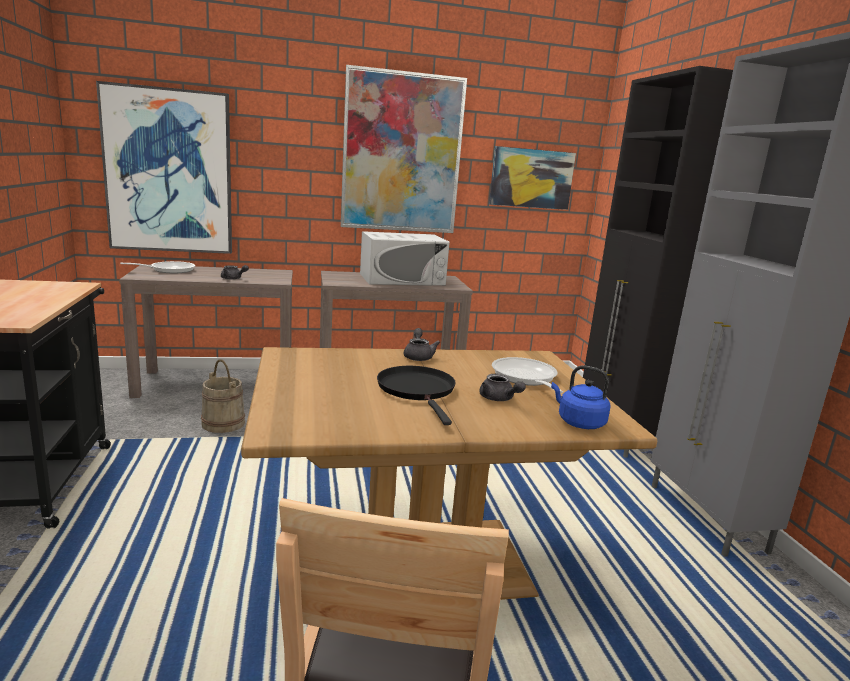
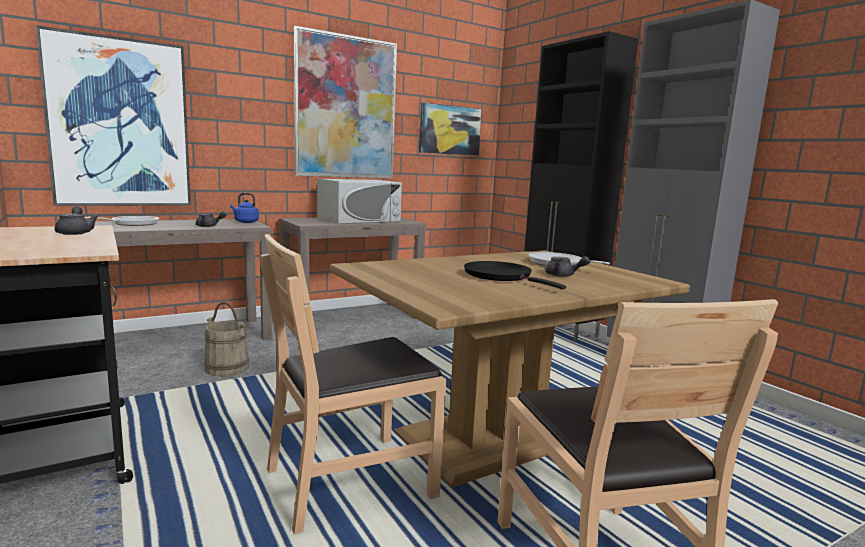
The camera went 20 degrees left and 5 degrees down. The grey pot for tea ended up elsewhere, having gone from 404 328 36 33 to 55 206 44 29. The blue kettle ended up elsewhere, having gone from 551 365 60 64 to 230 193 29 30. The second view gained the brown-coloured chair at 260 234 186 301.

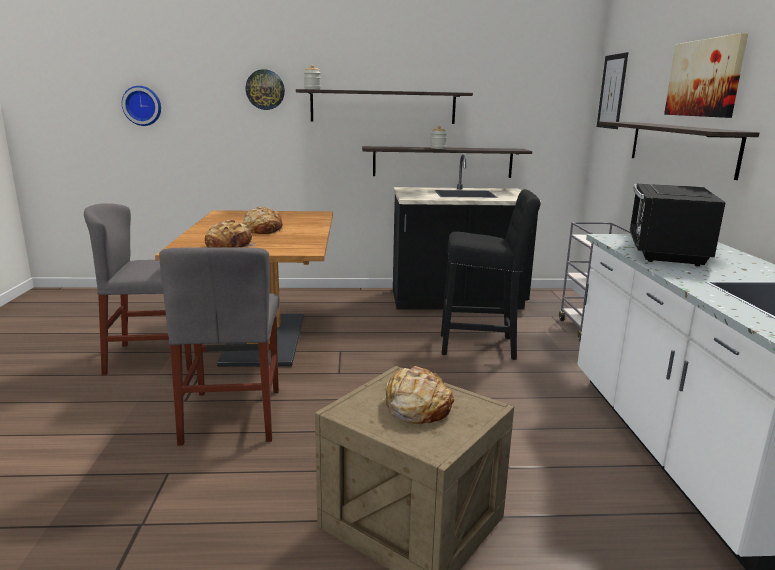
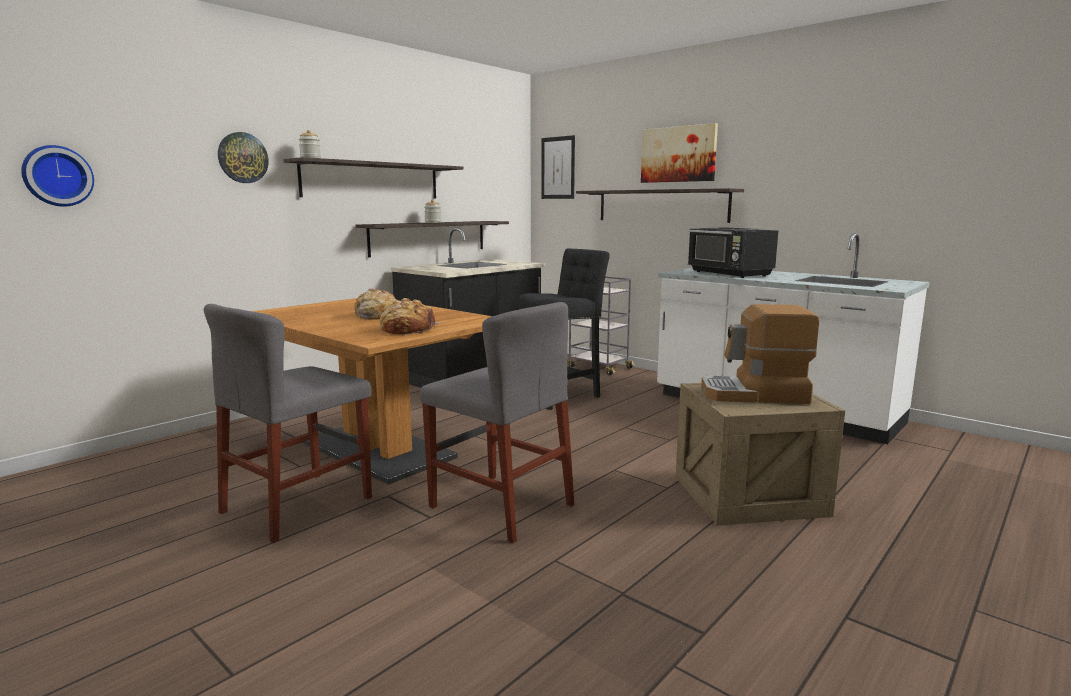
The camera went 45 degrees left and 5 degrees down. Where the bread stood at 383 366 71 58, the coffee brewer came to stand at 701 304 118 100.

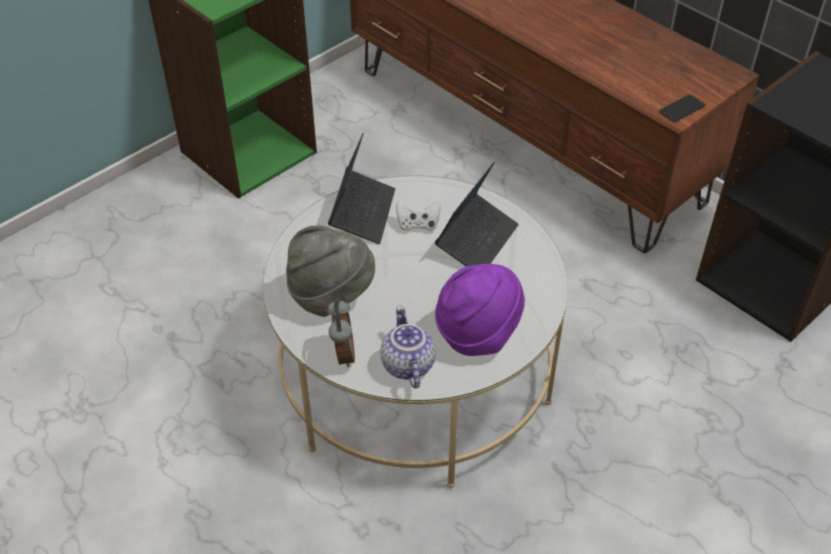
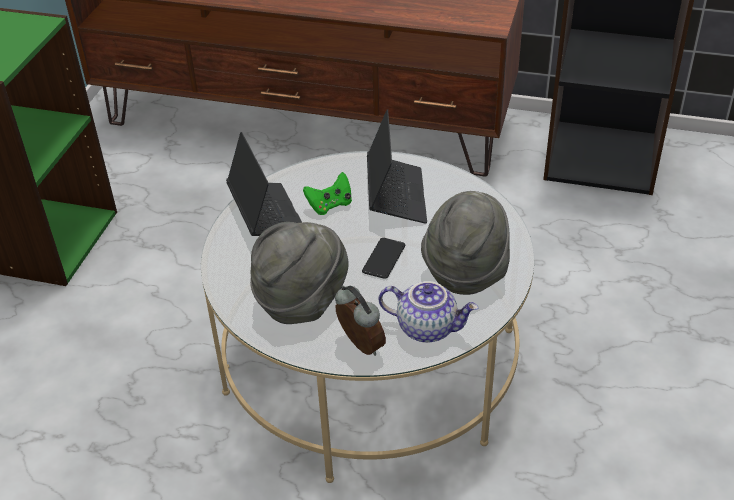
The camera went 30 degrees left and 5 degrees down. The telephone ended up elsewhere, having gone from 659 94 46 28 to 362 238 43 41. What was the whitish joypad at 396 201 45 30 turned into the green-coloured joypad at 303 172 49 43. What was the purplish clothing hat at 435 264 90 92 turned into the grey clothing hat at 421 191 89 104. The pot for tea at 381 306 55 83 ended up facing another way, 150 degrees clockwise from before.

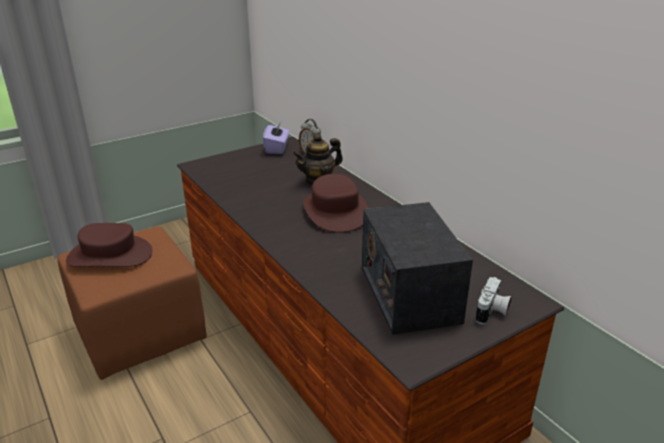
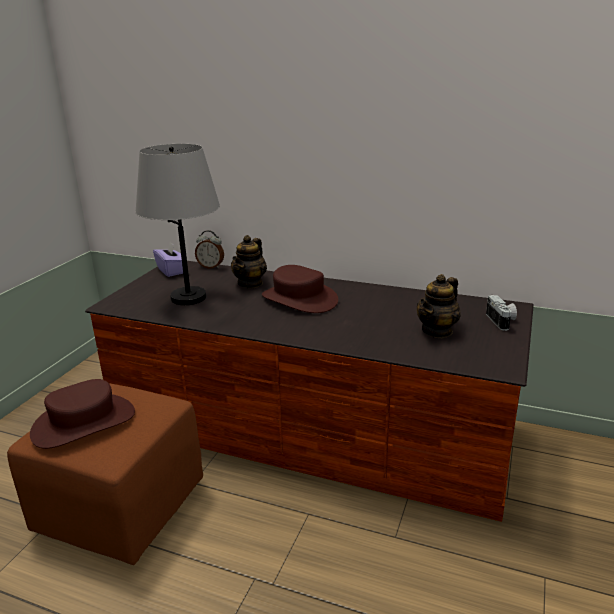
The camera went 35 degrees left and 5 degrees down. Where the radio set stood at 362 202 111 133, the pot for tea came to stand at 417 274 44 65. The second view gained the grey table lamp at 135 144 85 161.

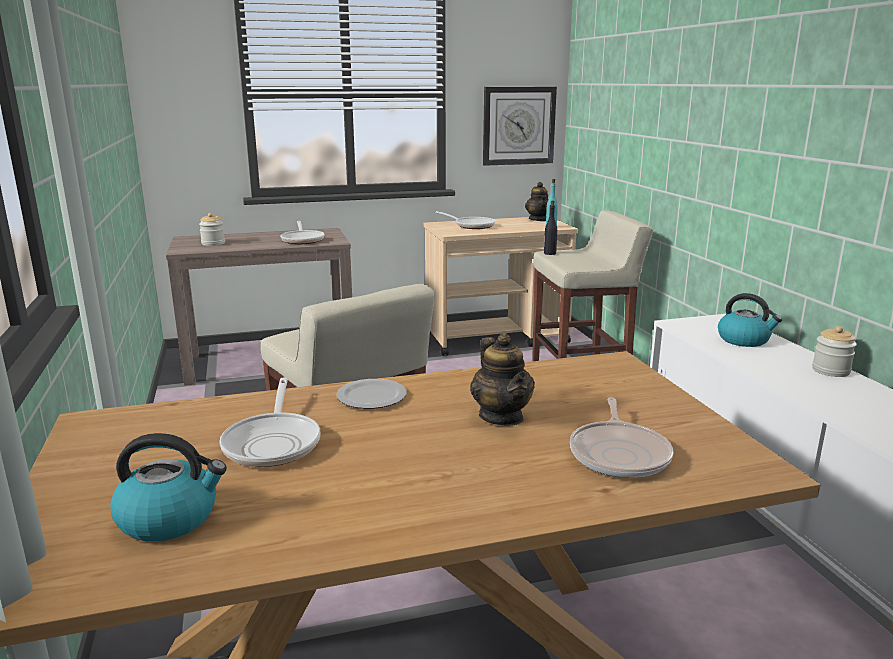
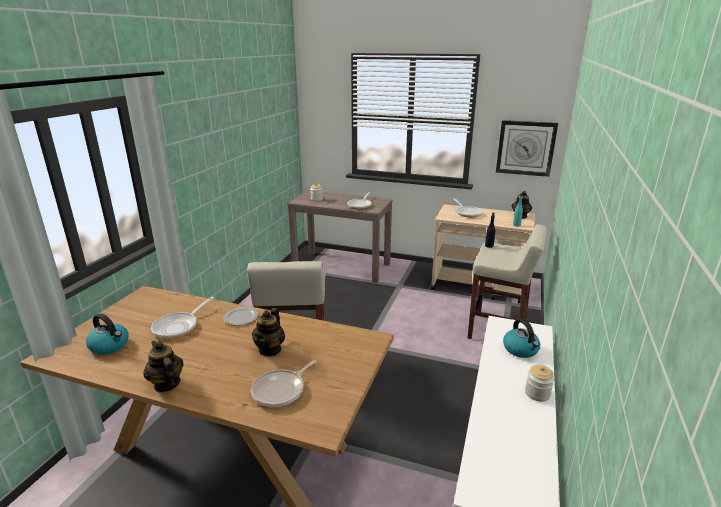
The camera went 35 degrees right and 5 degrees up. The second view gained the pot for tea at 144 341 39 51.

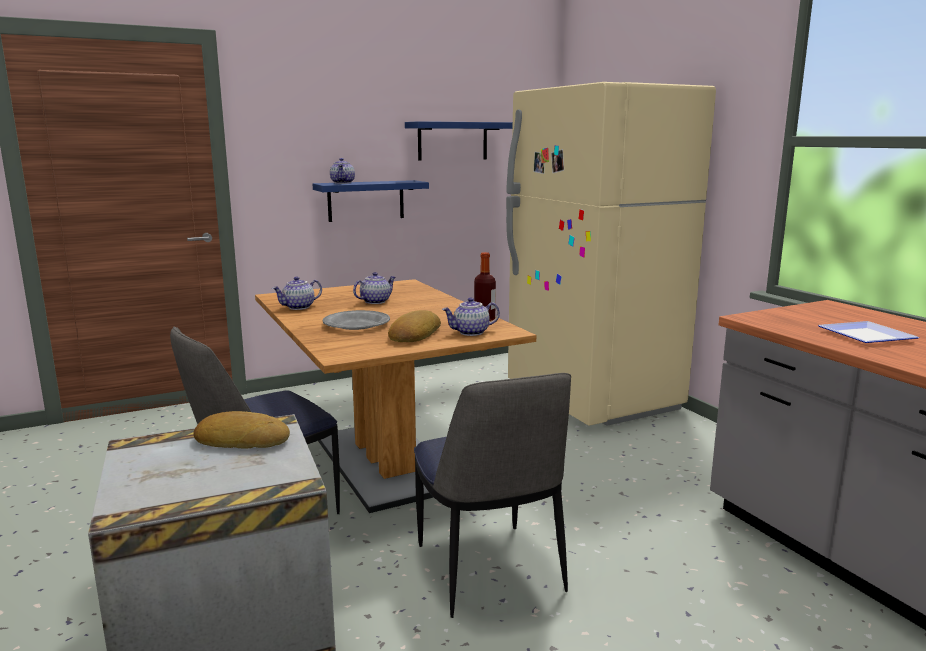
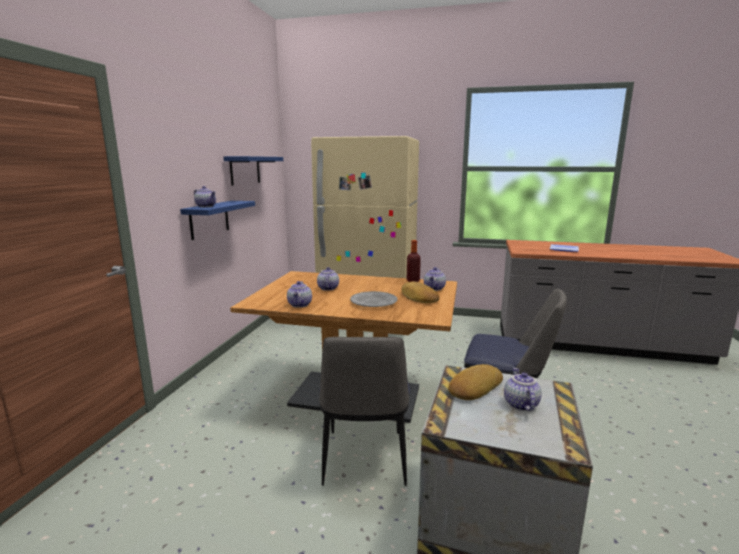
The camera went 50 degrees left and 0 degrees up. The second view gained the pot for tea at 504 368 38 43.

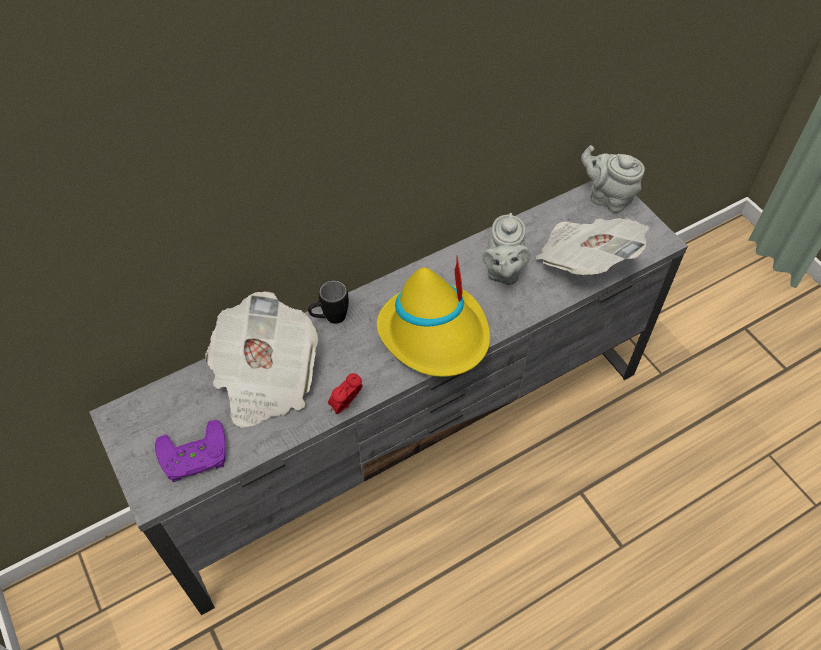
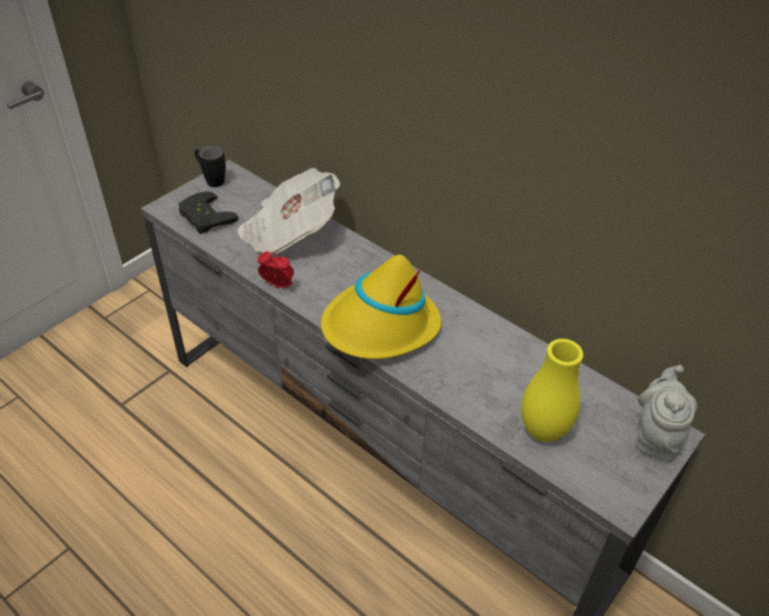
The camera went 70 degrees right and 10 degrees down. The second view lost the grey pot for tea at 482 213 48 72. Where the daily paper stood at 535 218 114 57, the yellow decorative vase came to stand at 521 339 62 103. The black coffee mug ended up elsewhere, having gone from 308 280 41 44 to 195 146 31 41. What was the purplish joypad at 155 420 71 62 turned into the black joypad at 179 192 59 42.

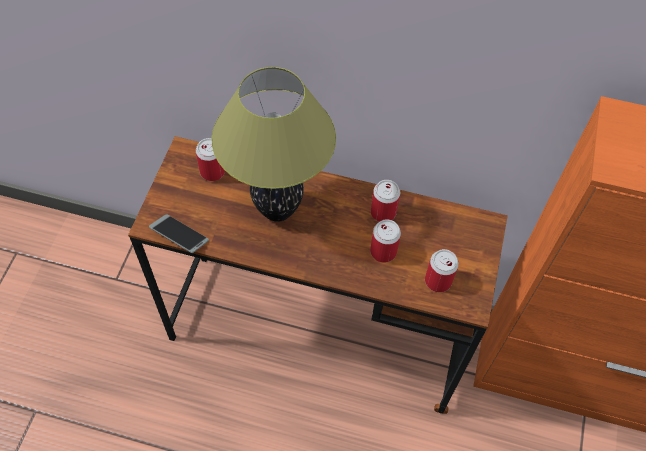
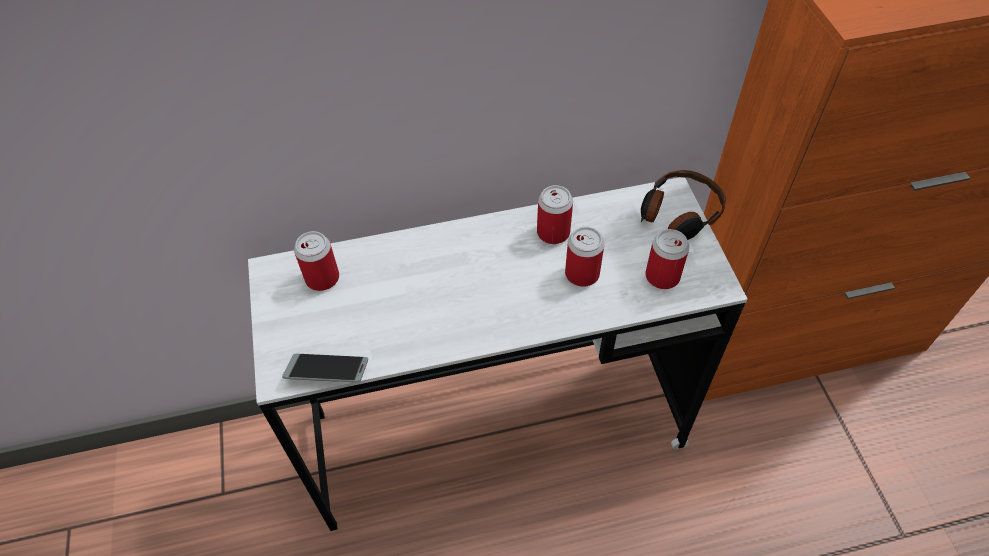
The camera went 25 degrees left and 5 degrees down. The second view lost the table lamp at 212 67 124 155. What was the brown-coloured desk table at 128 136 380 278 turned into the whitish desk table at 248 177 500 354. The second view gained the headset at 641 170 85 70.

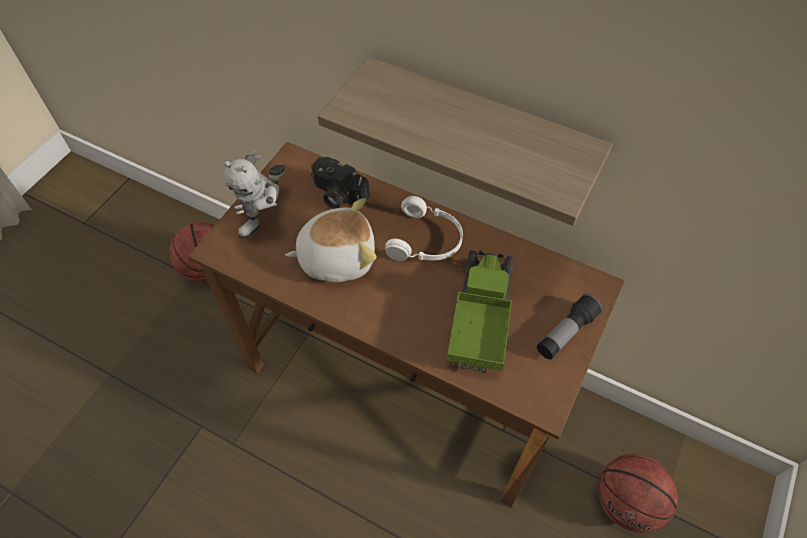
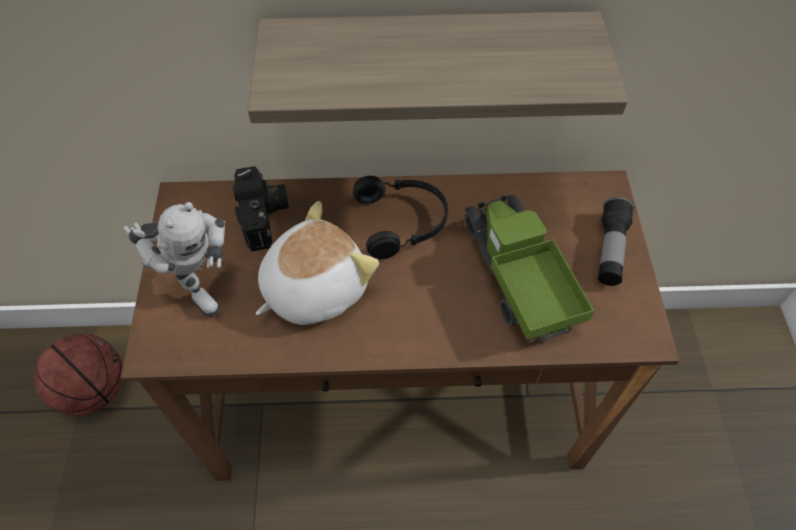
The camera went 30 degrees left and 0 degrees up. The toy robot at 224 150 61 89 ended up facing another way, 45 degrees counterclockwise from before. The photo camera at 311 157 59 52 ended up facing another way, 105 degrees counterclockwise from before. What was the whitish headset at 385 196 78 65 turned into the black headset at 353 176 95 83. The second view lost the basketball ball at 598 454 80 79.

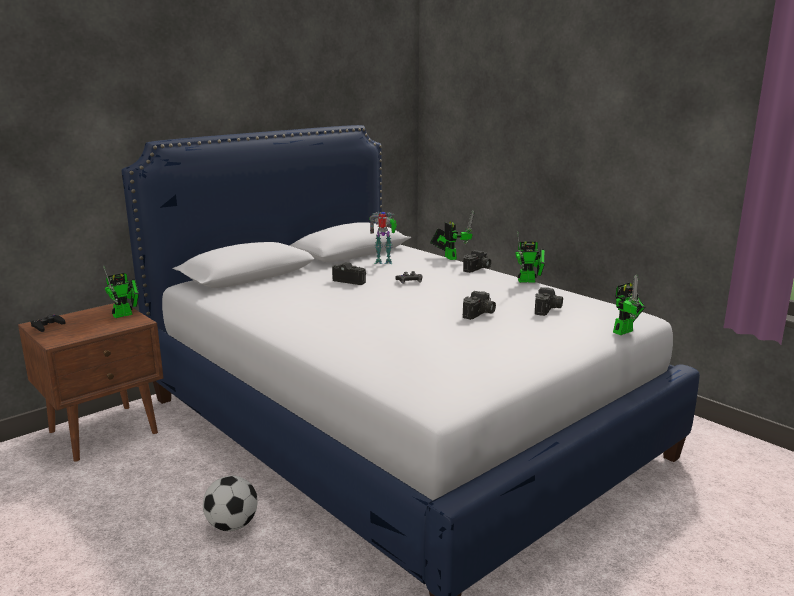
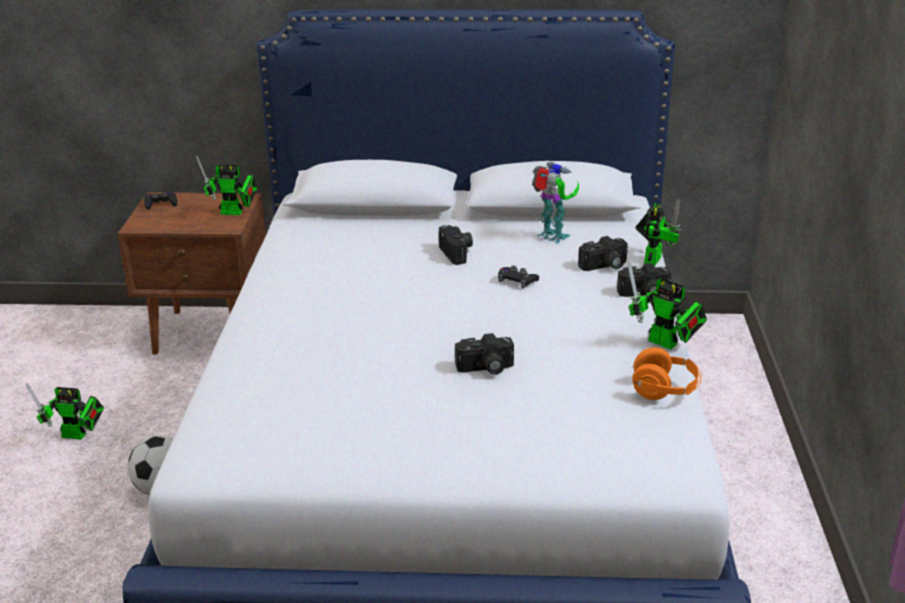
The camera went 45 degrees right and 10 degrees up. The toy robot ended up elsewhere, having gone from 613 274 32 61 to 26 384 78 56. The photo camera ended up elsewhere, having gone from 535 287 28 29 to 578 236 50 35. The second view gained the orange-coloured headset at 632 347 70 53.

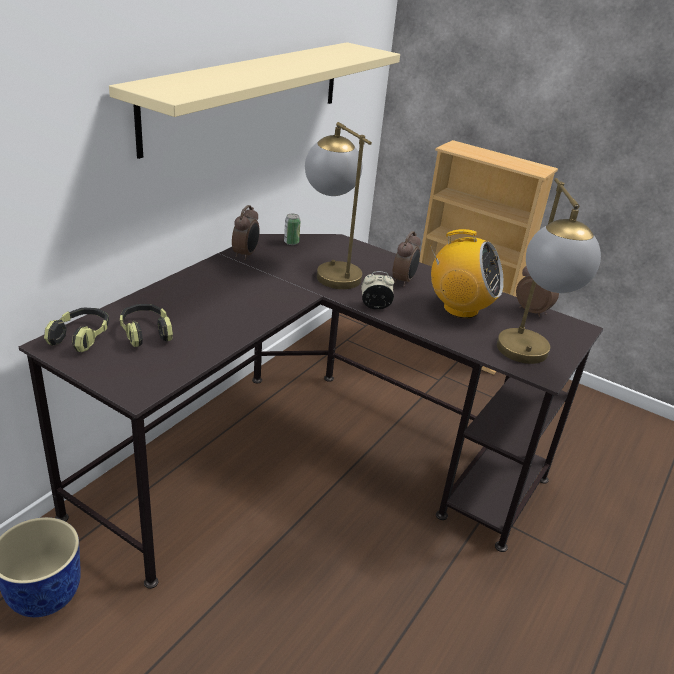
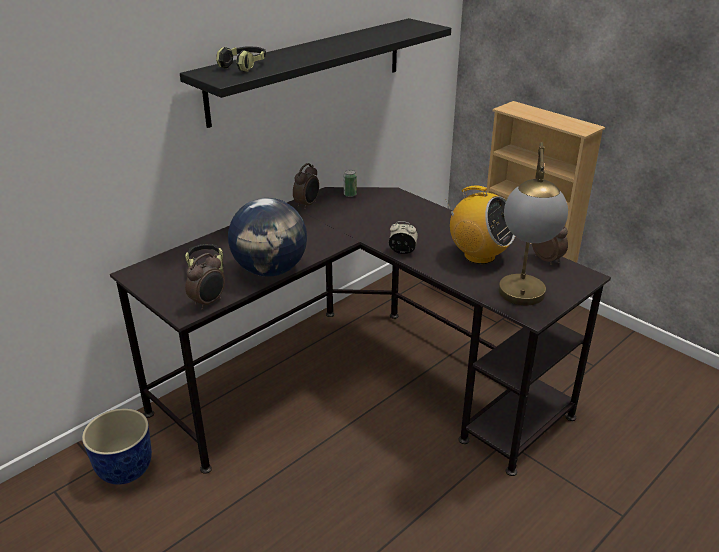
The camera went 15 degrees right and 0 degrees up. What was the sand-coloured bracket shelf at 109 42 291 117 turned into the black bracket shelf at 180 18 271 110. The second view lost the table lamp at 305 122 67 167. The alarm clock ended up elsewhere, having gone from 392 231 29 56 to 185 253 40 57. The headset ended up elsewhere, having gone from 44 308 65 44 to 216 46 50 26. The second view gained the globe at 228 198 79 79.

